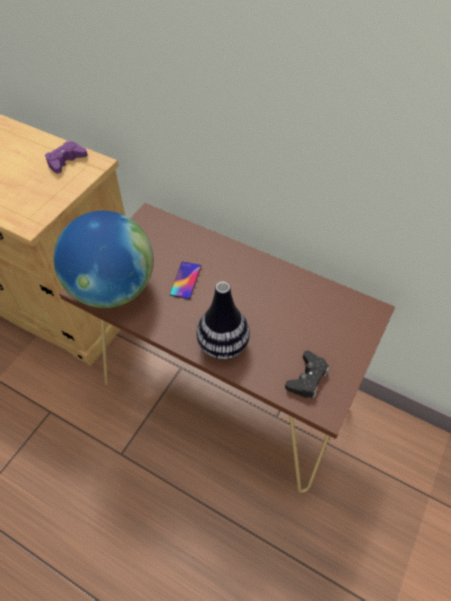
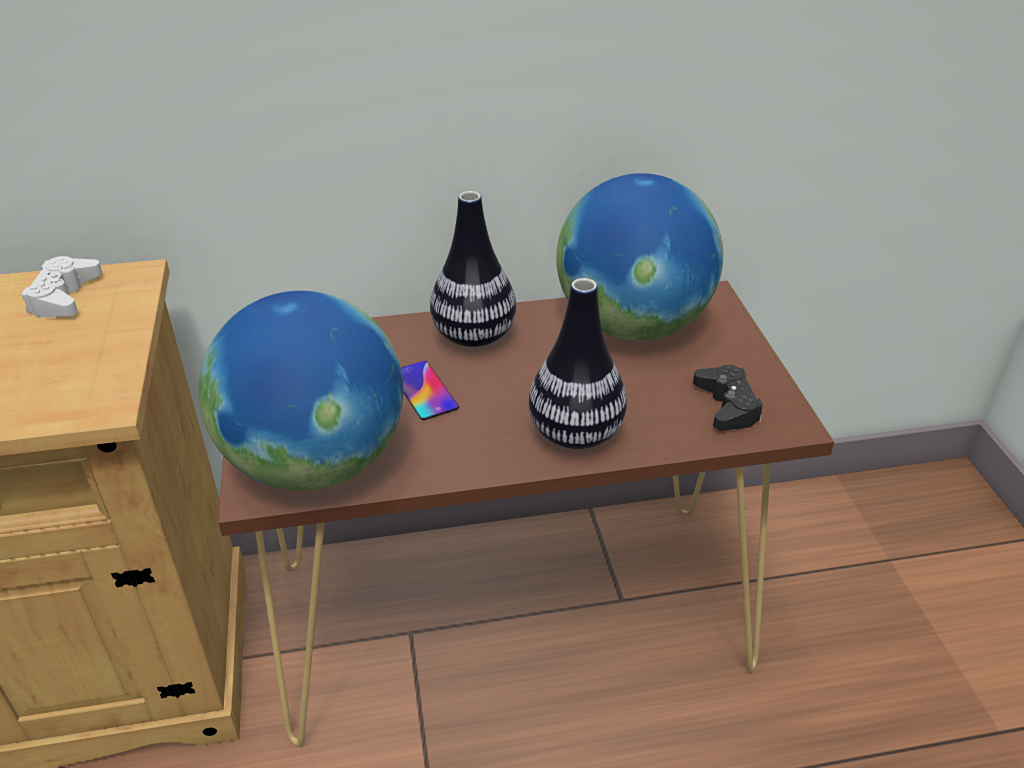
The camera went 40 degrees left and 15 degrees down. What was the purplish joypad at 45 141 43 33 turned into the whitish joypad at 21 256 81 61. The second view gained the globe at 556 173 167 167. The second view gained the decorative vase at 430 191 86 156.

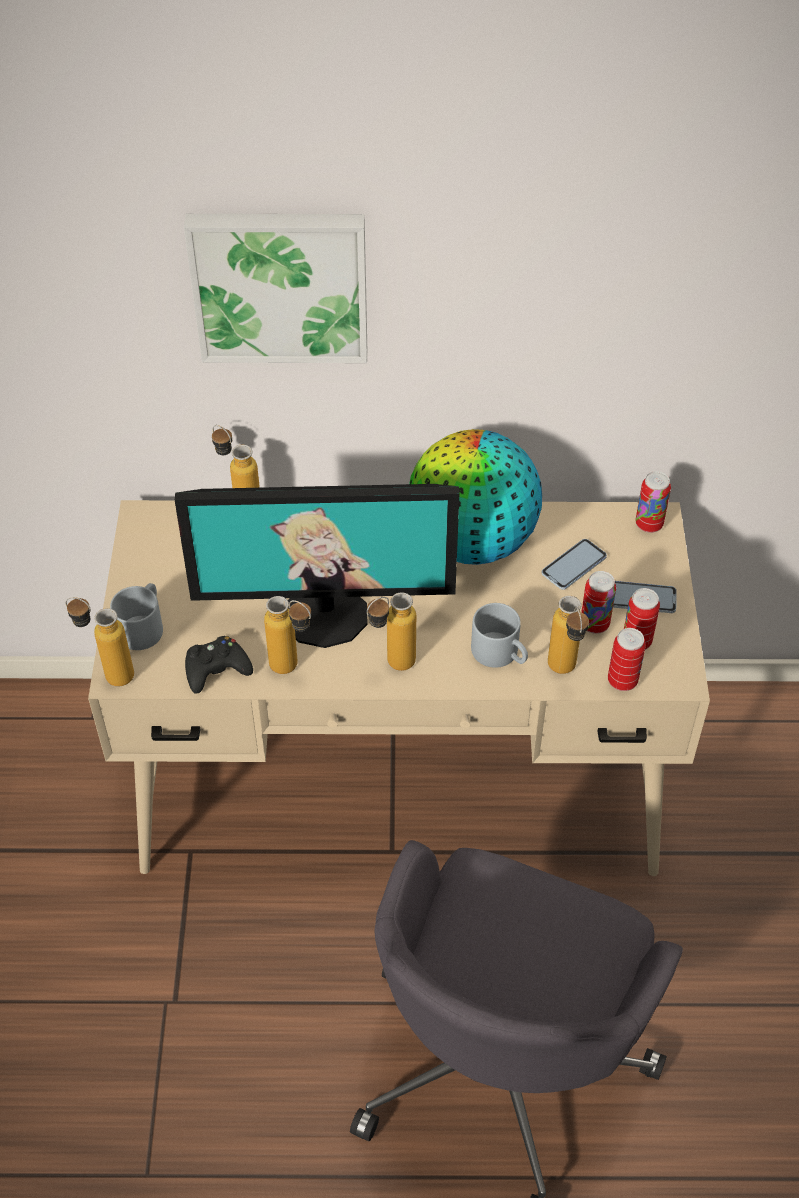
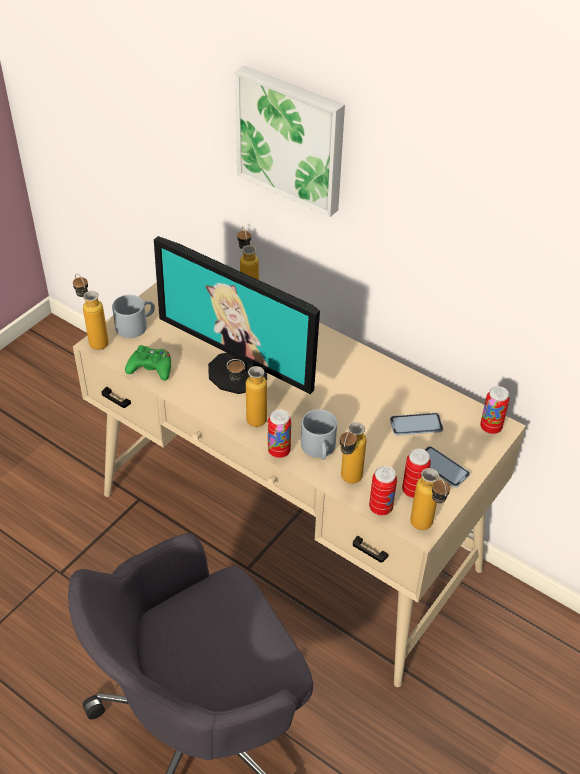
The camera went 35 degrees right and 5 degrees down. The second view lost the globe at 409 429 133 136. The sealed can ended up elsewhere, having gone from 581 571 35 63 to 268 409 23 49. The drink bottle ended up elsewhere, having gone from 264 596 47 78 to 410 468 40 62. What was the black joypad at 185 636 68 58 turned into the green-coloured joypad at 125 345 46 35.

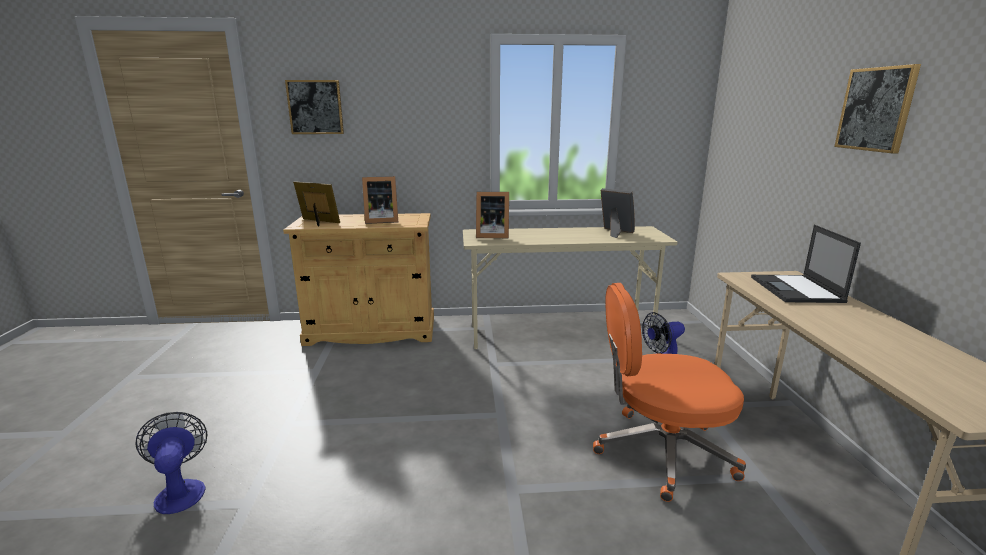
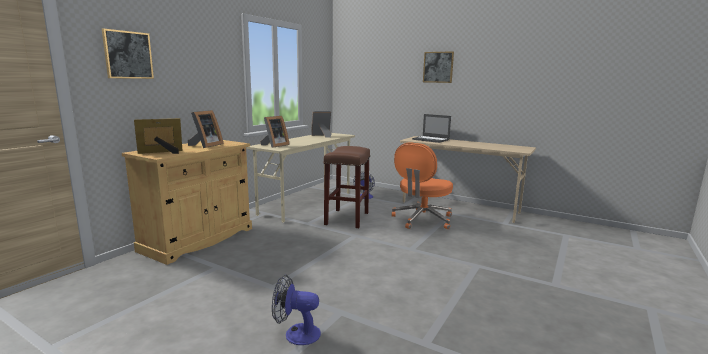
The camera went 55 degrees left and 5 degrees down. The second view gained the brown-coloured stool seat at 323 146 47 82.

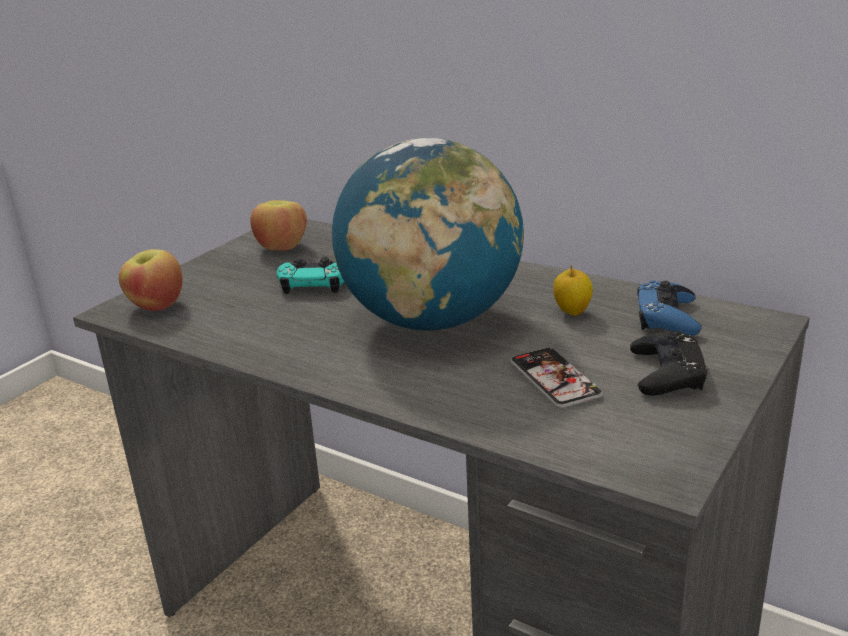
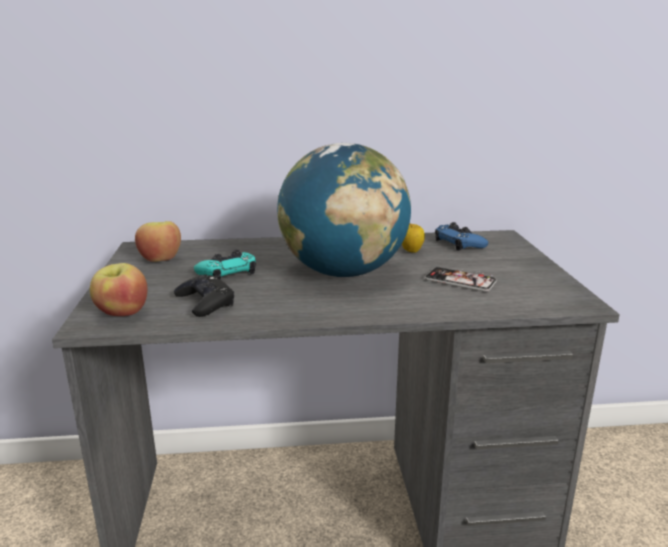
The camera went 40 degrees left and 5 degrees down. The black joypad ended up elsewhere, having gone from 630 331 78 65 to 174 275 60 42.

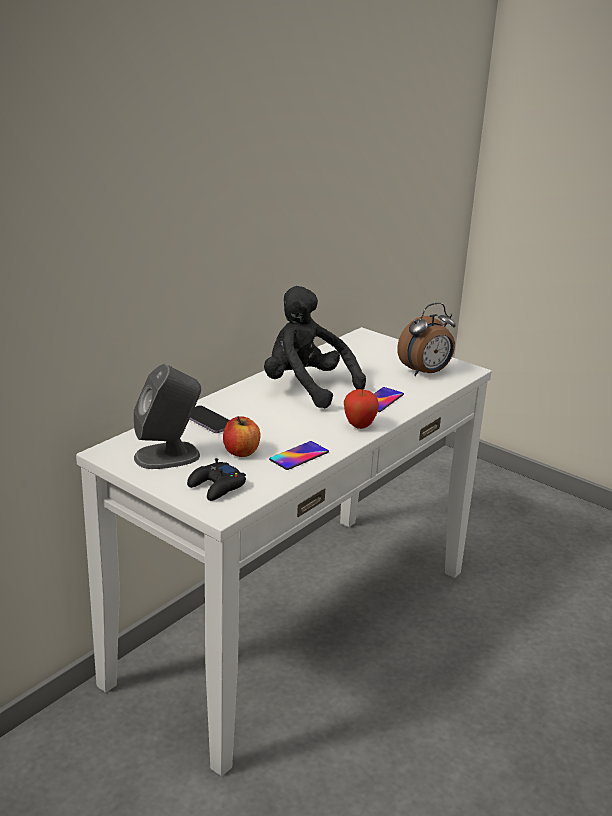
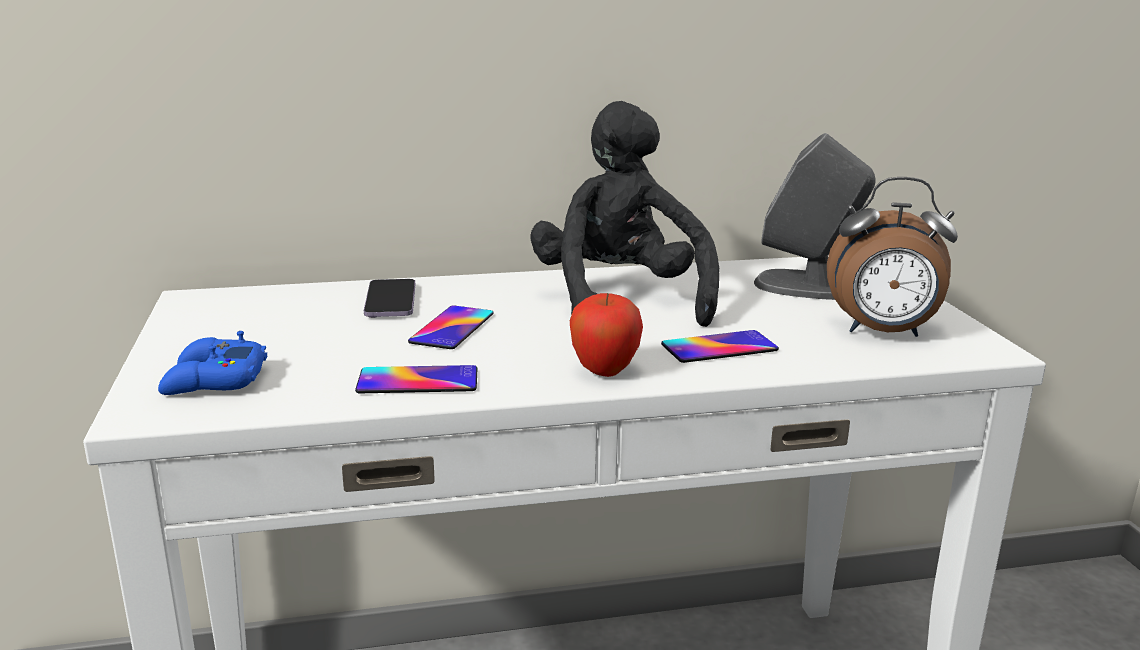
The camera went 40 degrees right and 5 degrees down. The grey audio speaker ended up elsewhere, having gone from 134 364 67 105 to 754 133 122 167. The second view lost the apple fruit at 223 416 37 41. What was the black joypad at 187 458 59 43 turned into the blue joypad at 158 331 109 64. The second view gained the telephone at 408 305 86 44.

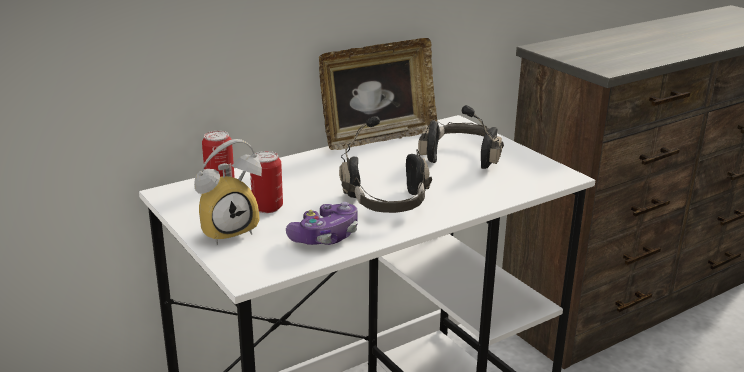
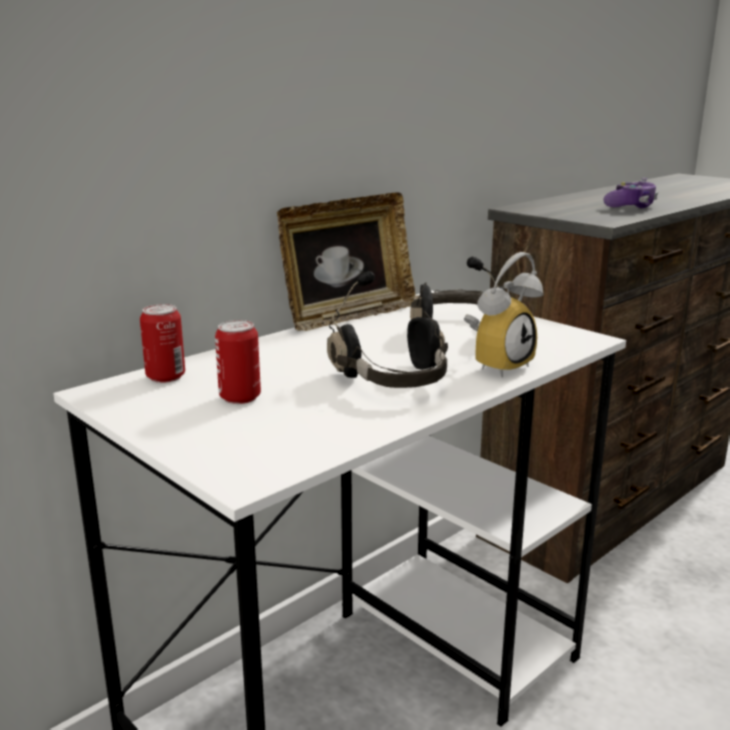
The camera went 10 degrees left and 5 degrees down. The alarm clock ended up elsewhere, having gone from 194 139 68 106 to 464 252 79 126. The joypad ended up elsewhere, having gone from 286 202 72 43 to 604 178 54 31.

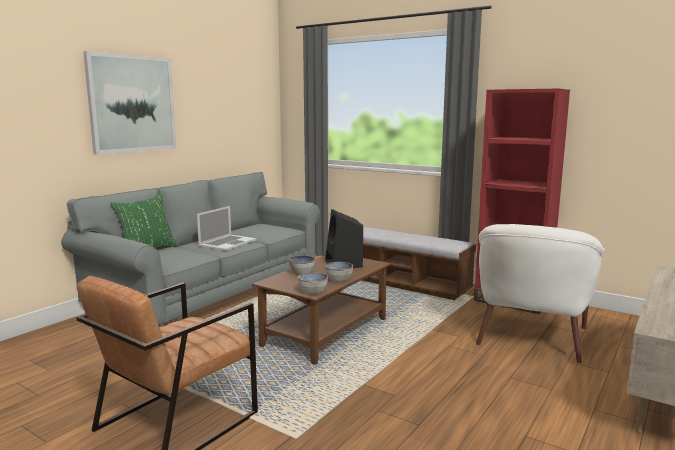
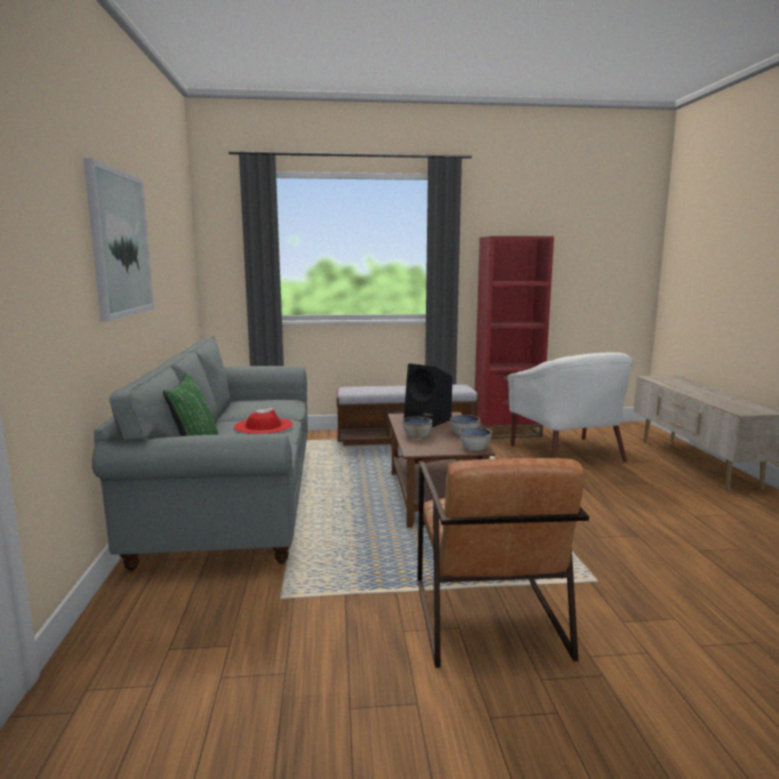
The camera went 40 degrees left and 0 degrees up. Where the notebook computer stood at 197 206 60 45, the reddish clothing hat came to stand at 234 408 59 26.

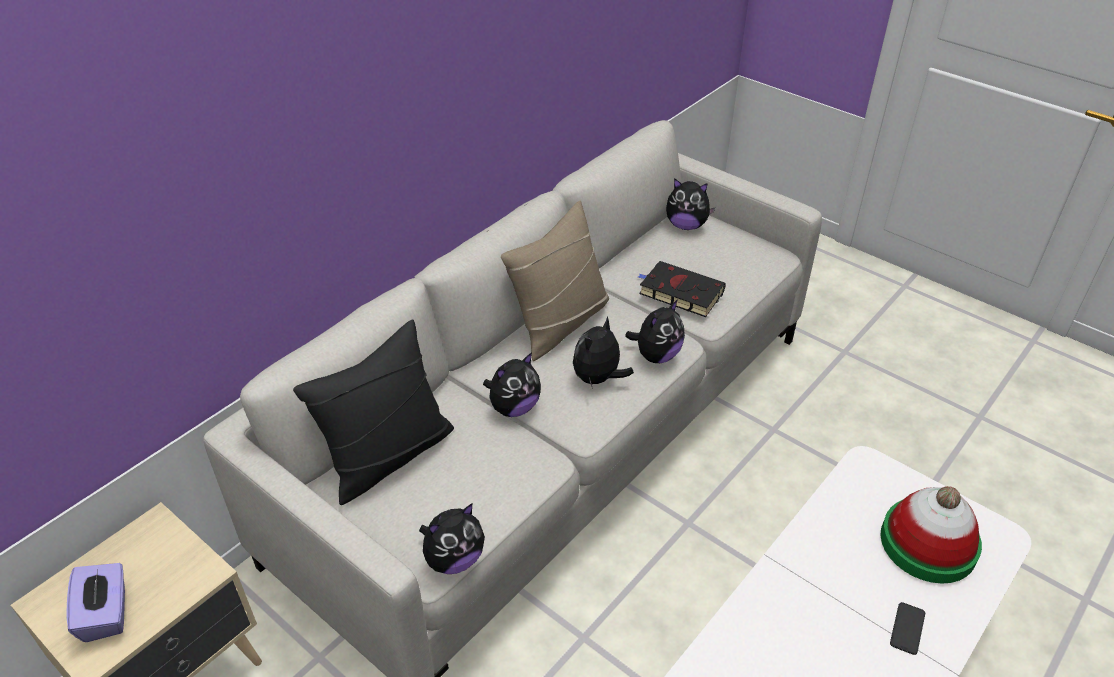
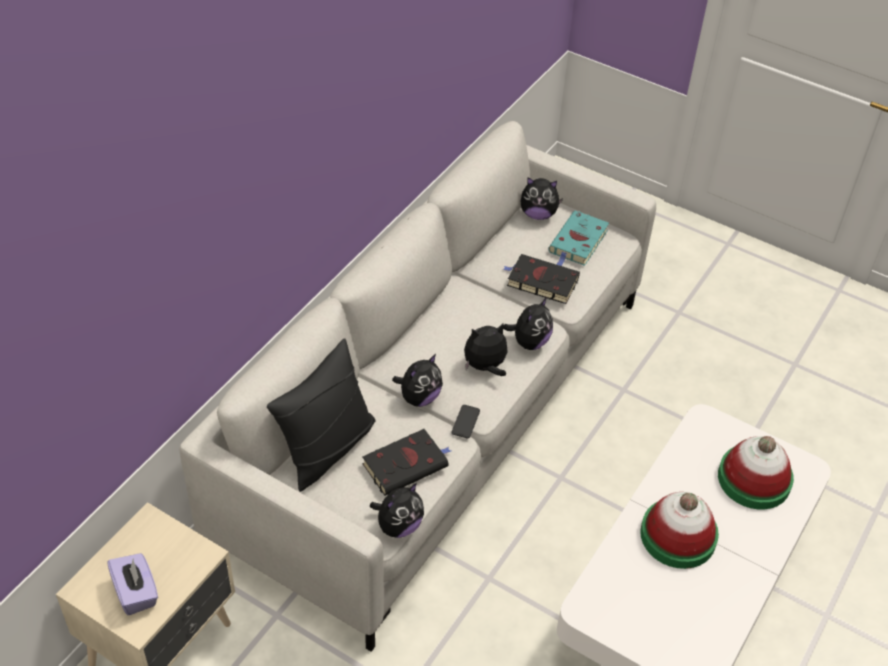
The camera went 10 degrees left and 5 degrees up. The second view lost the sand-coloured pillow at 501 201 108 160. The cuddly toy at 573 316 61 73 ended up facing another way, 45 degrees clockwise from before. The telephone ended up elsewhere, having gone from 890 602 35 53 to 452 405 28 33. The second view gained the turquoise-coloured bound book at 548 211 61 55. The second view gained the black bound book at 362 429 89 67. The second view gained the clothing hat at 640 492 79 77.

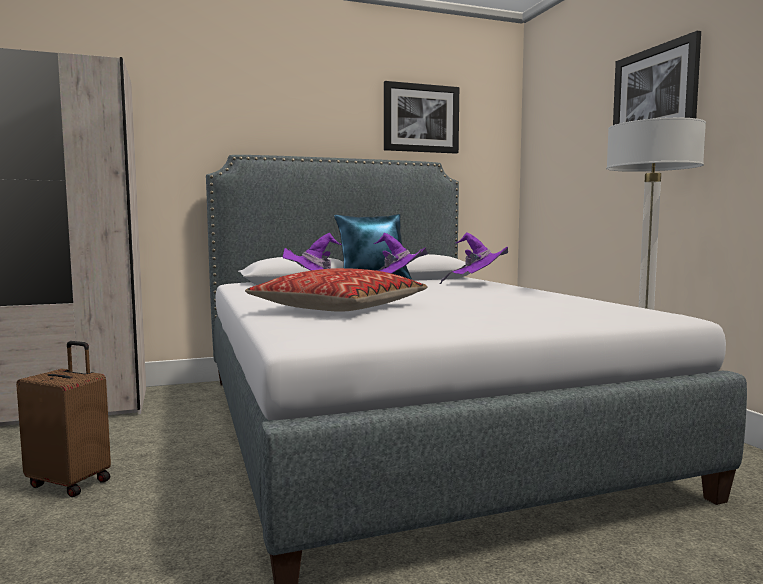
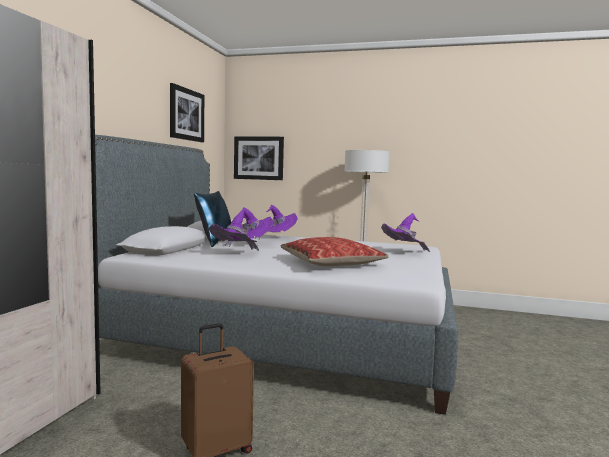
The camera went 55 degrees left and 0 degrees up. The wall art ended up elsewhere, having gone from 613 31 88 94 to 234 136 50 44. The second view gained the purplish clothing hat at 381 213 49 39.

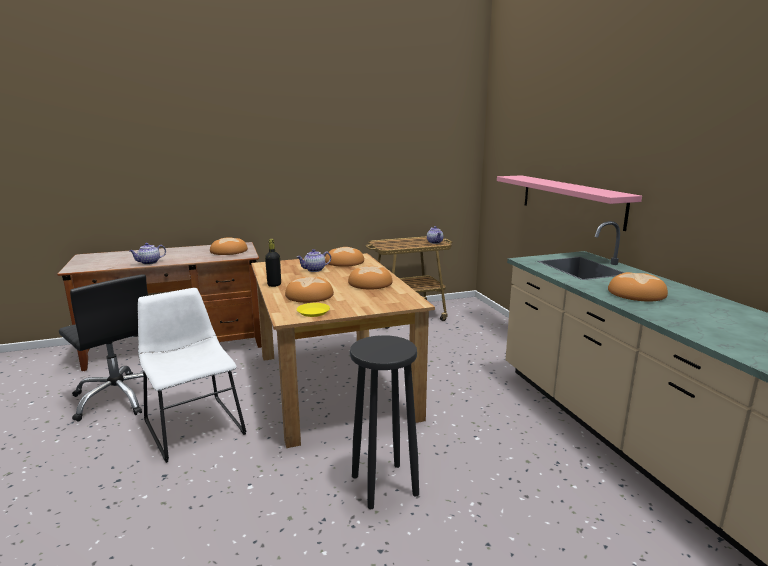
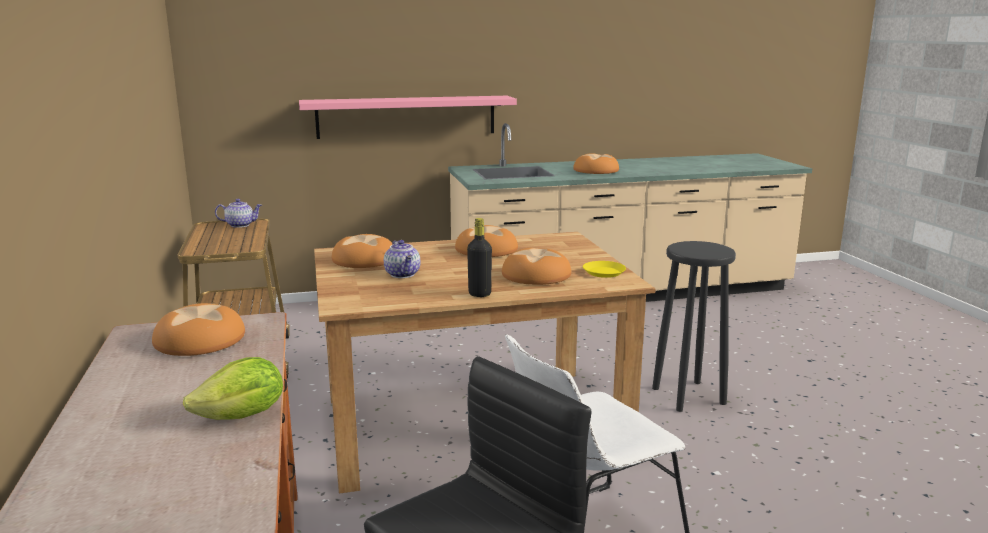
The camera went 85 degrees left and 0 degrees up. Where the pot for tea stood at 129 243 37 22, the lettuce head came to stand at 183 357 100 63.

